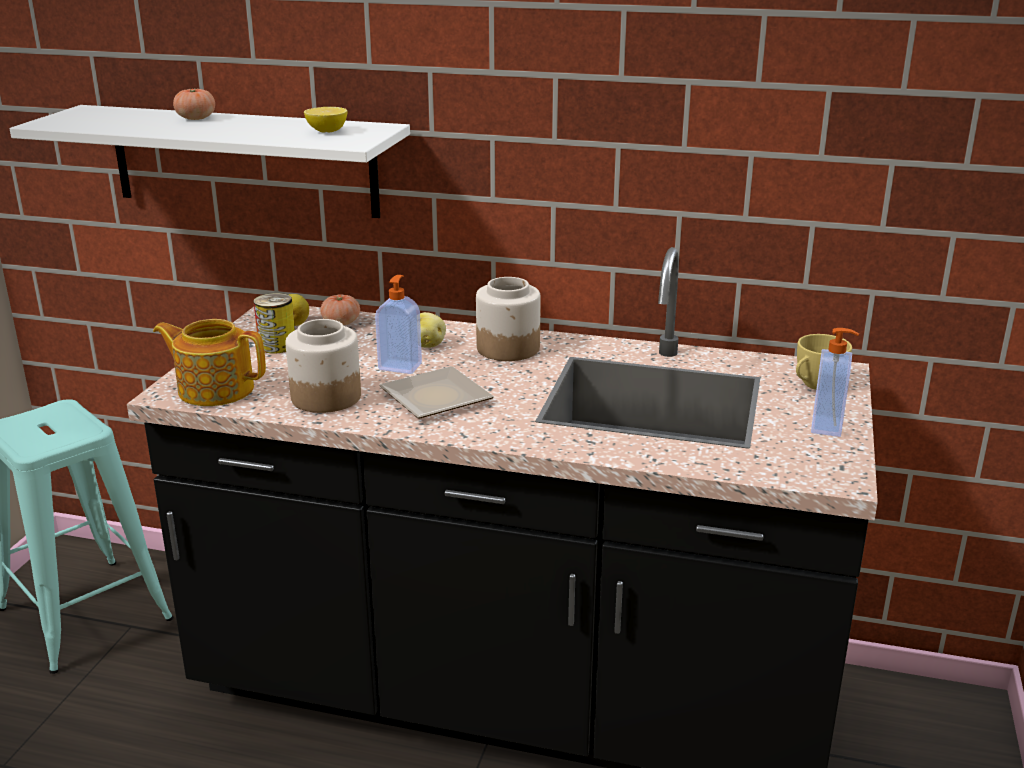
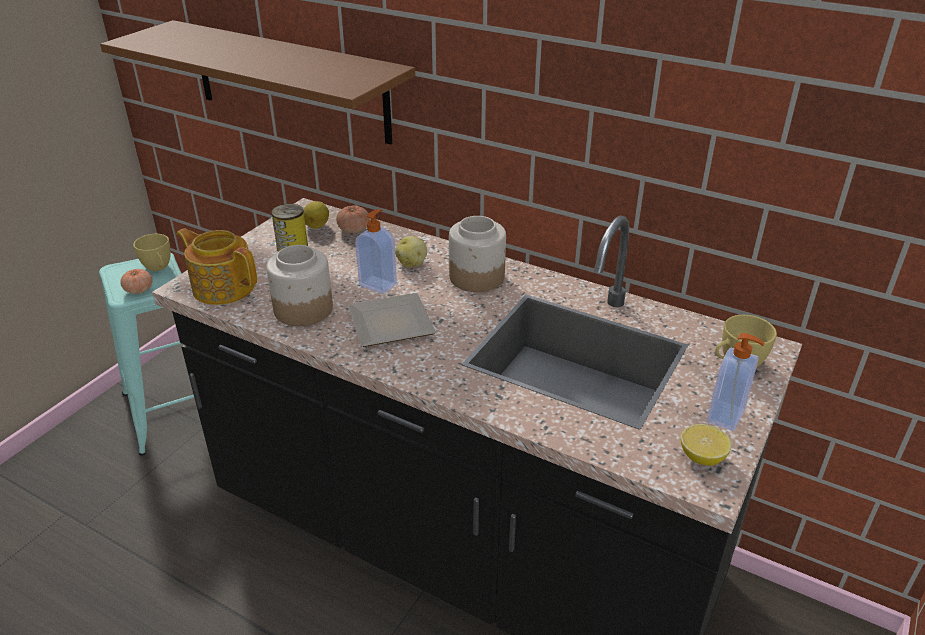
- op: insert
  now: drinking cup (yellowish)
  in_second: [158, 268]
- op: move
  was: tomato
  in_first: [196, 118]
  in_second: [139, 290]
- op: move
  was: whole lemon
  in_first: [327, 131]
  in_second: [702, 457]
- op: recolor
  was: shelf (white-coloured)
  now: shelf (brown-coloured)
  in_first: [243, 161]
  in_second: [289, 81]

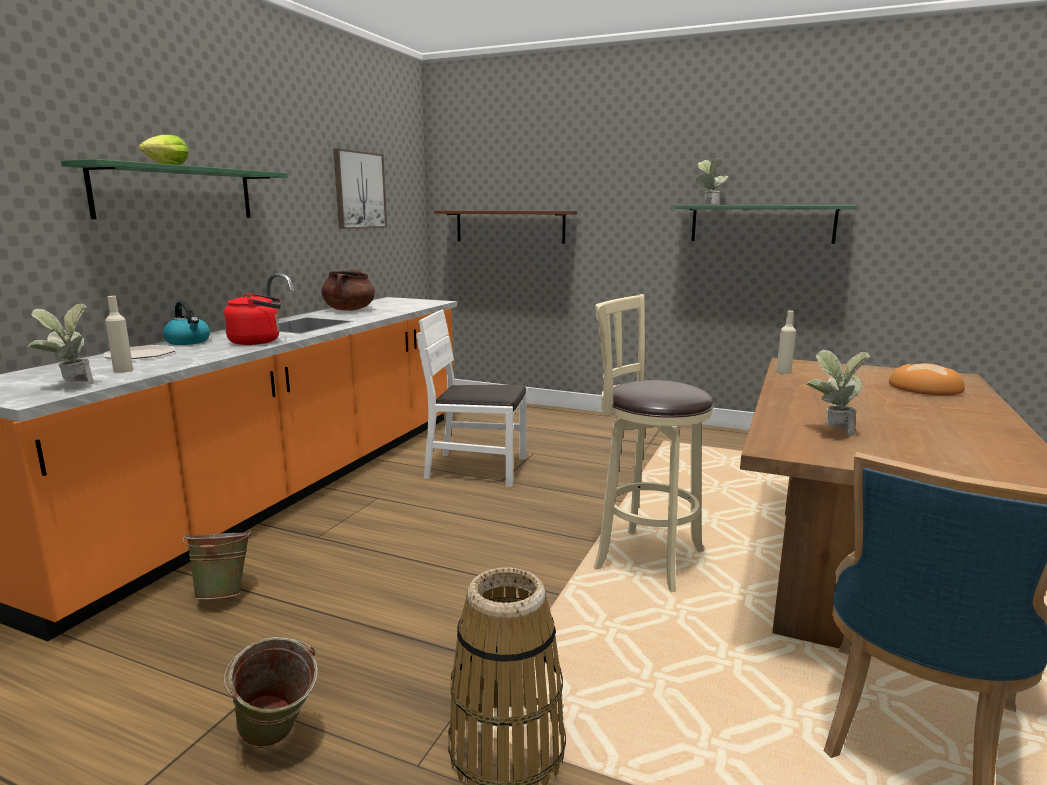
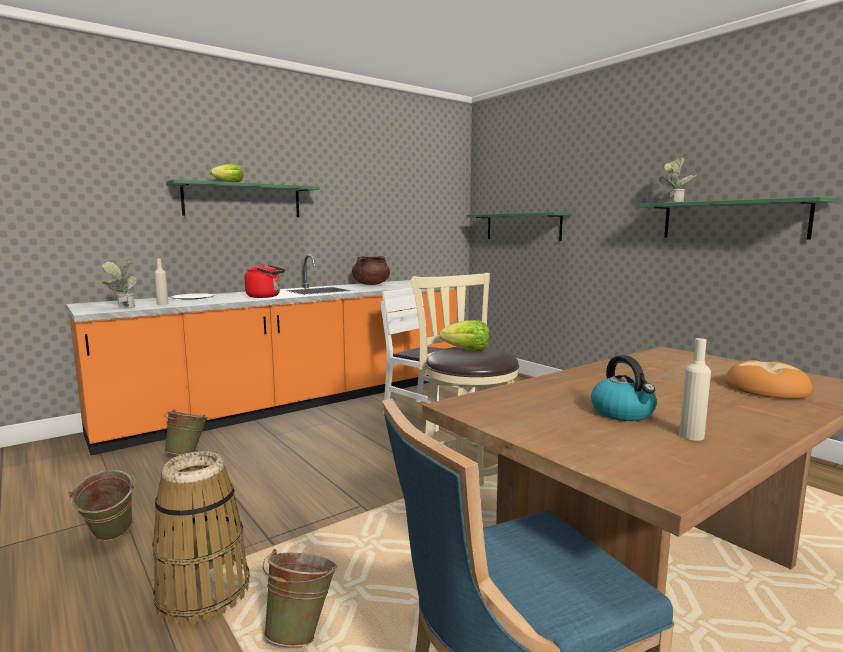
- op: delete
  was: picture
  in_first: [359, 190]
- op: delete
  was: potted plant
  in_first: [832, 431]
- op: insert
  now: pail (green-coloured)
  in_second: [301, 631]
- op: insert
  now: head of lettuce
  in_second: [467, 350]
- op: move
  was: tea kettle
  in_first: [188, 342]
  in_second: [623, 413]
- op: move
  was: drink bottle (sand-coloured)
  in_first: [783, 372]
  in_second: [691, 436]
- op: recolor
  was: shelf (brown-coloured)
  now: shelf (green-coloured)
  in_first: [509, 226]
  in_second: [522, 226]

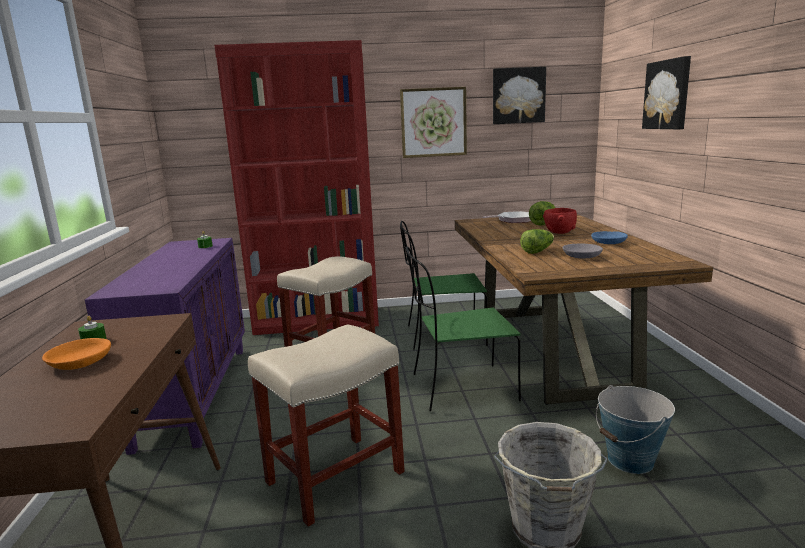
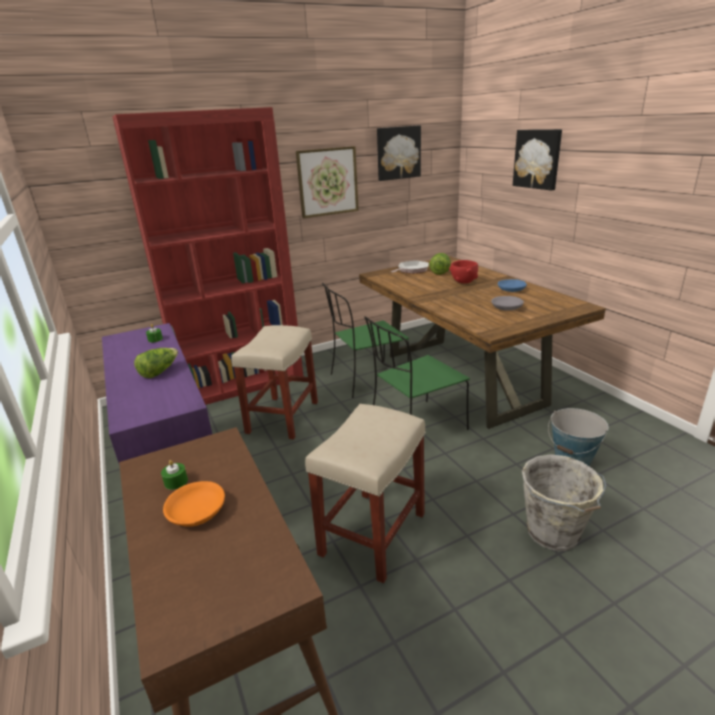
- op: move
  was: head of lettuce
  in_first: [537, 251]
  in_second: [159, 371]

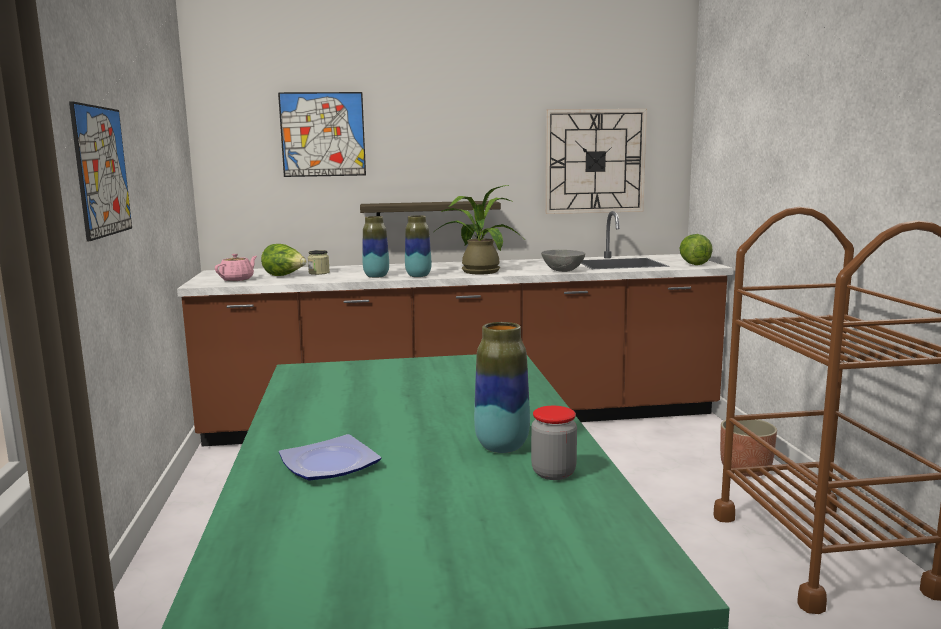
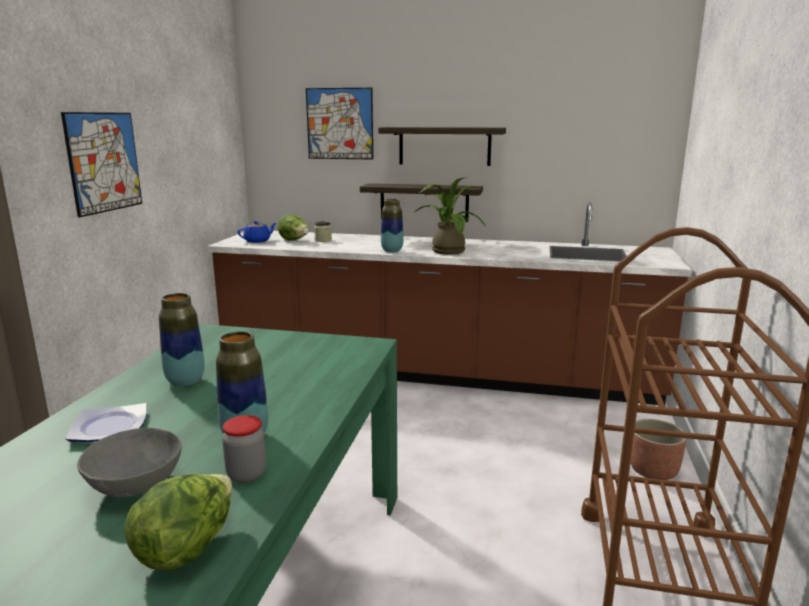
- op: delete
  was: clock on the wall
  in_first: [594, 161]
- op: insert
  now: shelf
  in_second: [444, 146]
- op: move
  was: flower vase
  in_first: [376, 276]
  in_second: [185, 381]
- op: move
  was: deep dish (gray)
  in_first: [563, 270]
  in_second: [136, 485]
- op: move
  was: head of lettuce
  in_first: [693, 264]
  in_second: [187, 547]
- op: recolor
  was: tea pot (pink)
  now: tea pot (bluish)
  in_first: [237, 279]
  in_second: [258, 241]

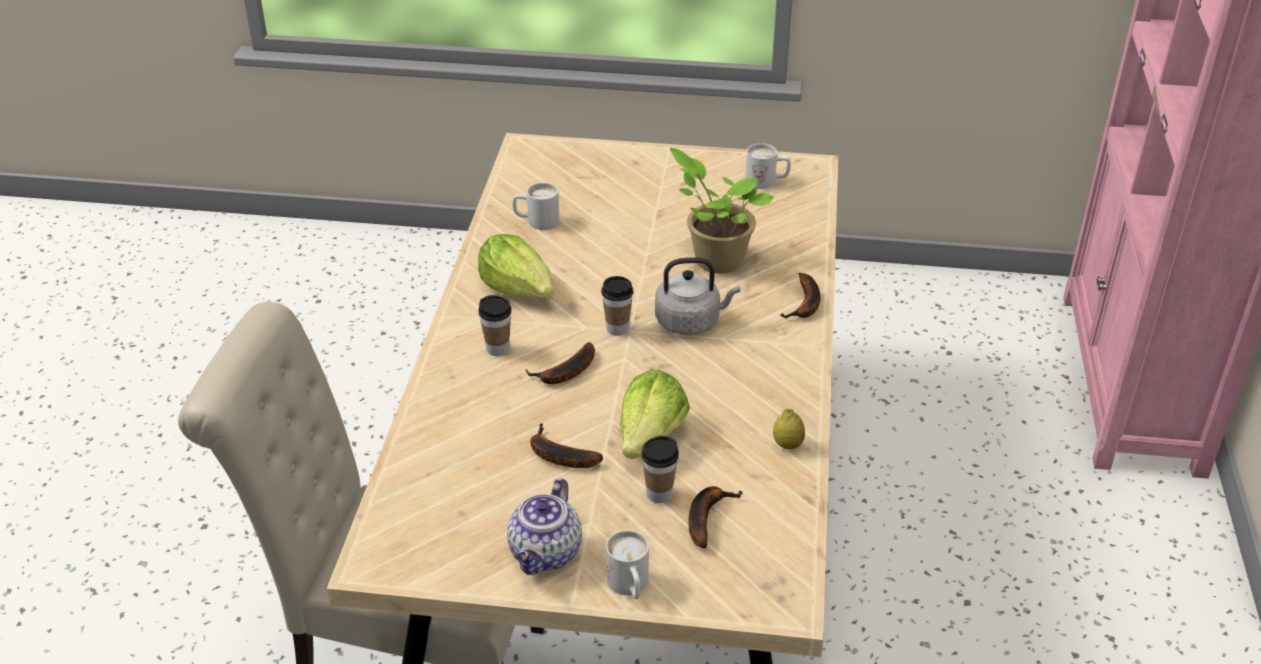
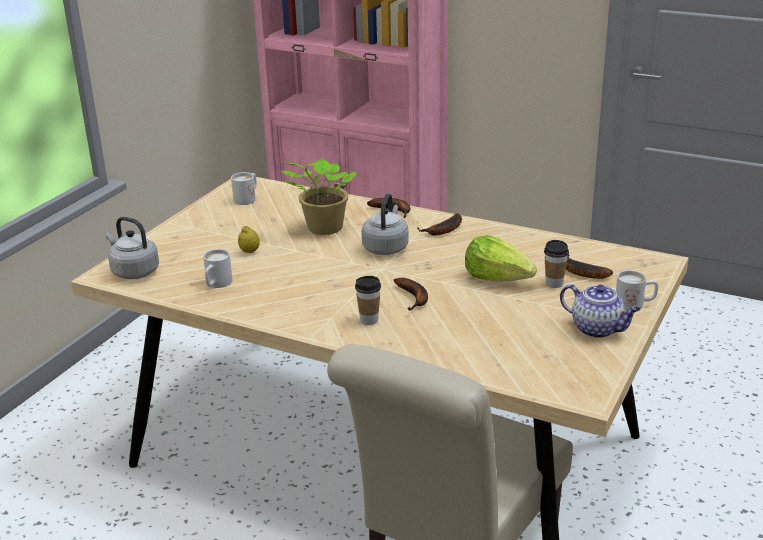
- op: delete
  was: head of lettuce
  in_first: [518, 289]
- op: delete
  was: drinking cup
  in_first: [617, 328]
- op: insert
  now: tea kettle (gray)
  in_second: [133, 271]
- op: move
  was: banana
  in_first: [558, 456]
  in_second: [444, 230]
- op: move
  was: whole lemon
  in_first: [787, 444]
  in_second: [249, 251]

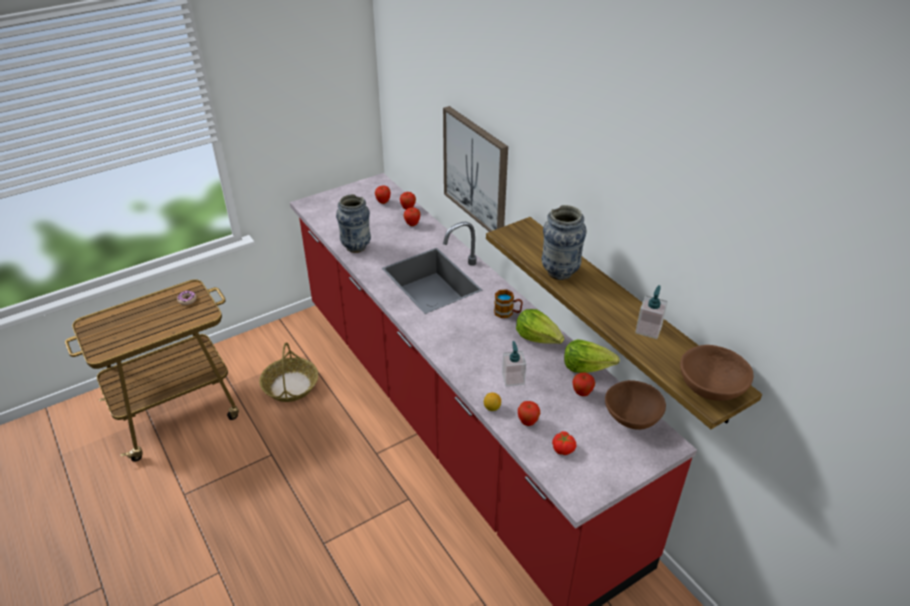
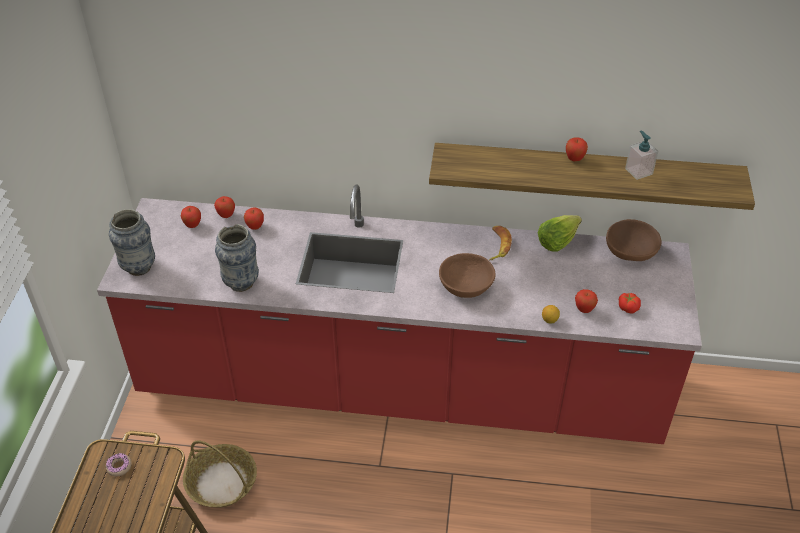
- op: delete
  was: picture
  in_first: [476, 171]
- op: delete
  was: coffee mug
  in_first: [507, 313]
- op: delete
  was: soap dispenser
  in_first: [513, 378]
- op: move
  was: flower vase
  in_first: [559, 272]
  in_second: [138, 267]
- op: move
  was: whole apple
  in_first: [582, 393]
  in_second: [574, 159]
- op: move
  was: deep dish (brown-coloured)
  in_first: [711, 387]
  in_second: [466, 286]
- op: replace
  was: head of lettuce
  now: banana
  in_first: [538, 337]
  in_second: [497, 245]

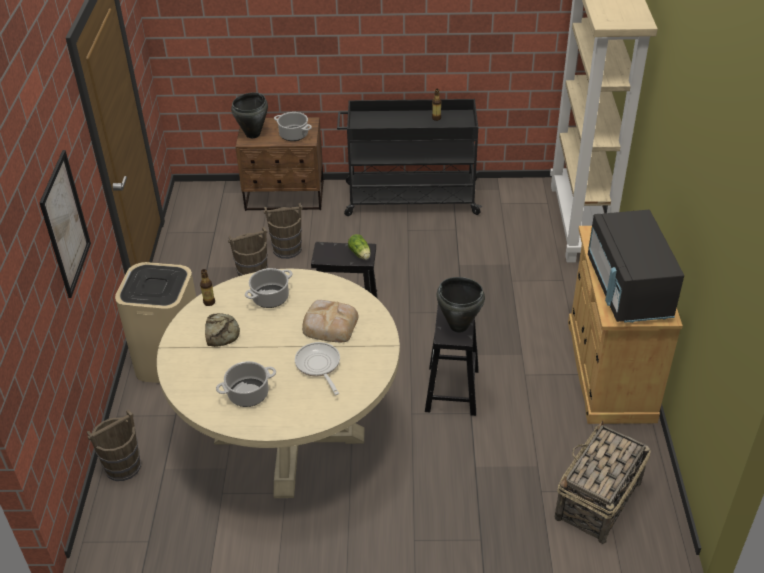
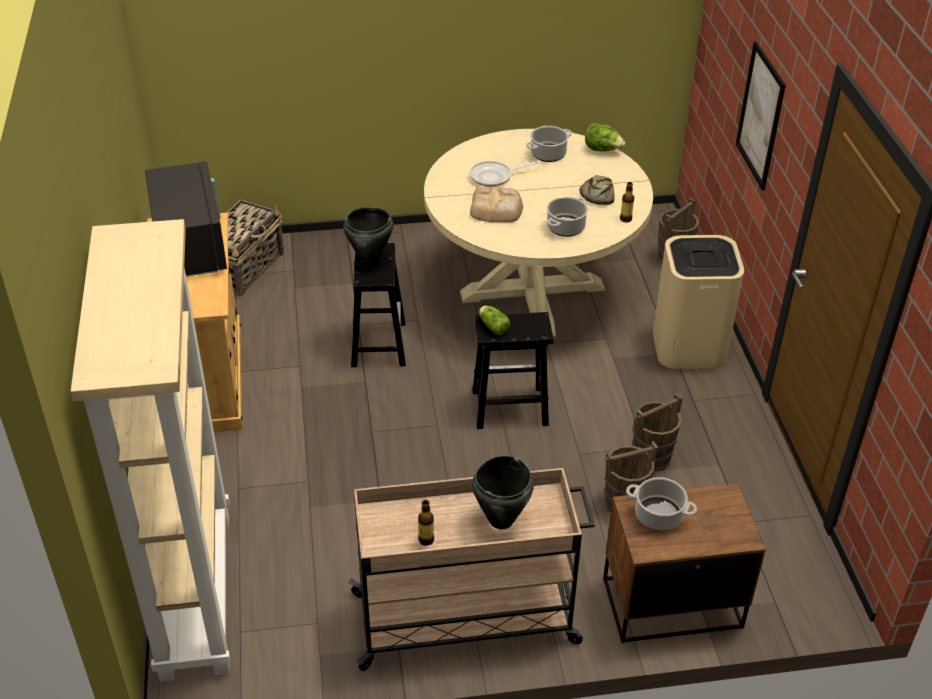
- op: insert
  now: head of lettuce
  in_second: [602, 150]
- op: move
  was: cooking pot (black)
  in_first: [253, 134]
  in_second: [500, 520]
- op: recolor
  was: cart (black)
  now: cart (sand-coloured)
  in_first: [410, 198]
  in_second: [467, 618]
- op: rotate
  was: frying pan
  in_first: [319, 366]
  in_second: [494, 177]
  clockwise: 105

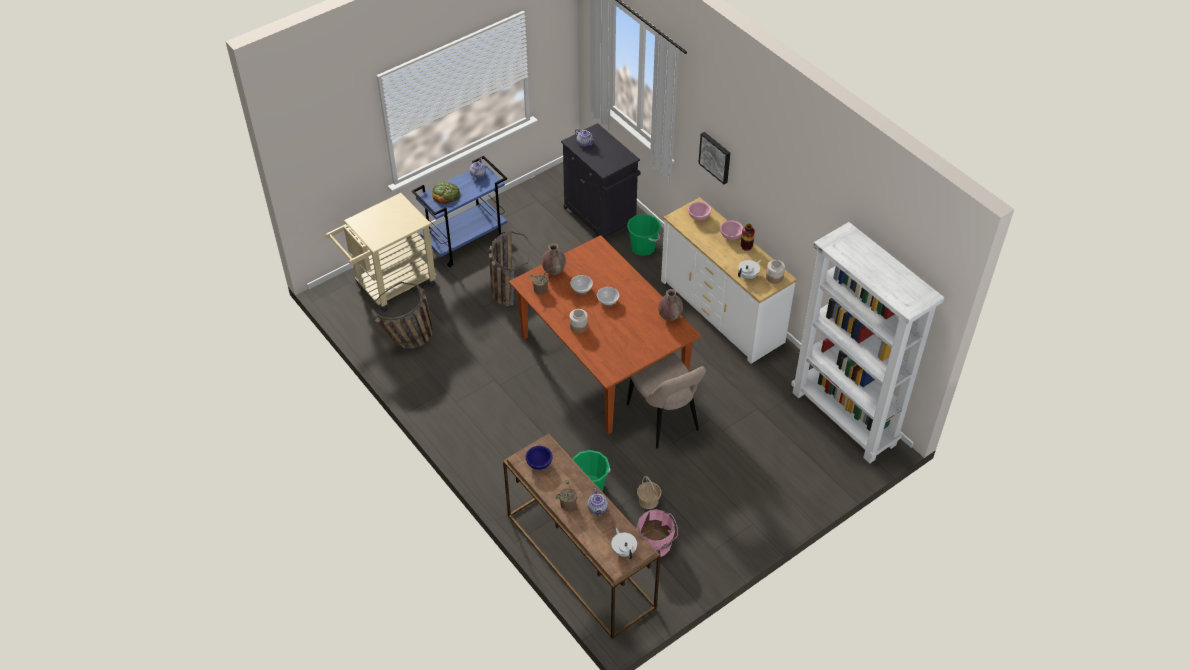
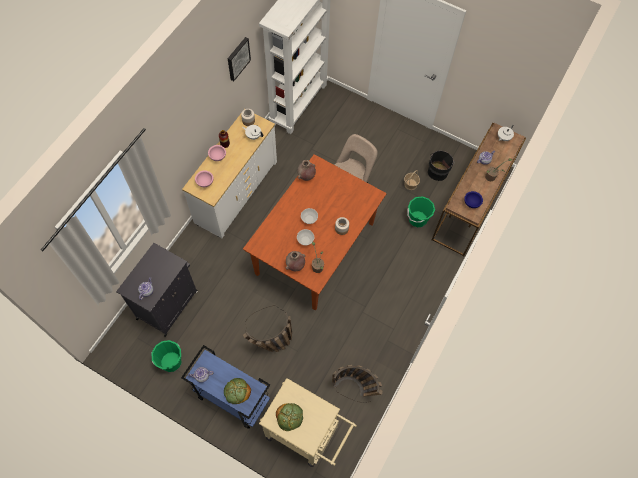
- op: insert
  now: bread
  in_second: [289, 417]
- op: move
  was: pail (green-coloured)
  in_first: [643, 247]
  in_second: [171, 362]
- op: move
  was: picture
  in_first: [715, 157]
  in_second: [237, 58]
- op: recolor
  was: pail (pink)
  now: pail (black)
  in_first: [655, 545]
  in_second: [438, 171]

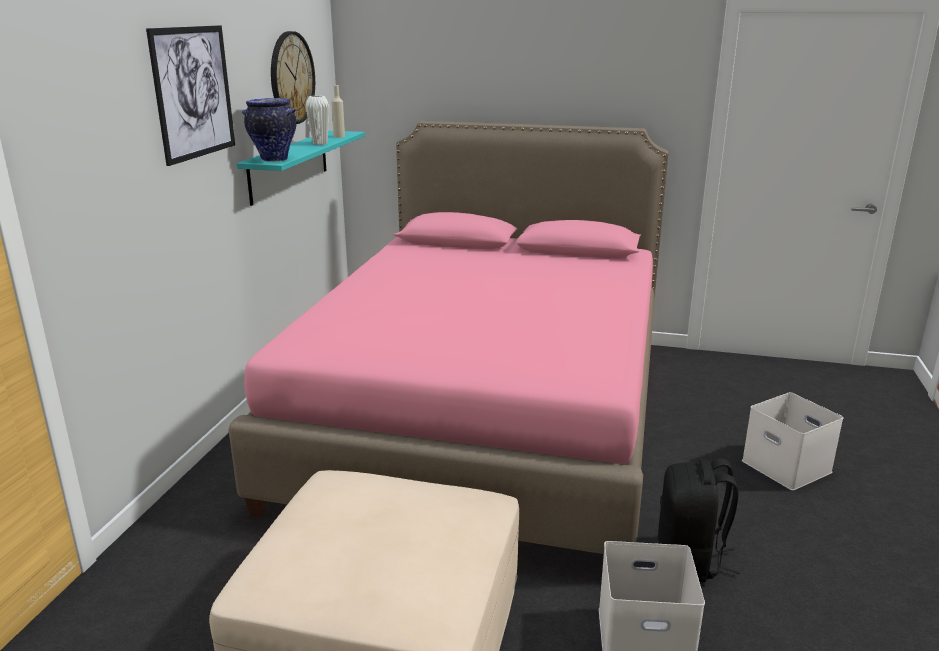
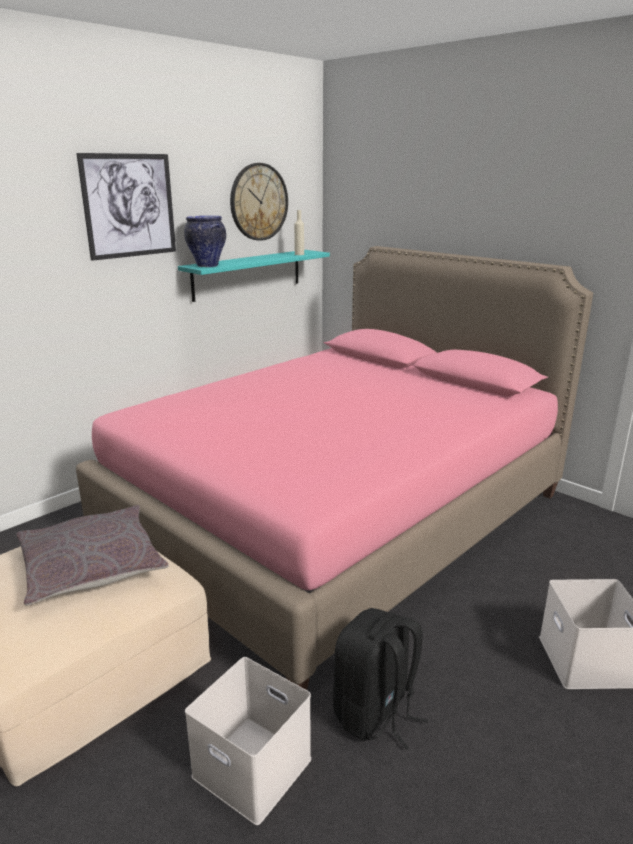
- op: delete
  was: flower vase (white-coloured)
  in_first: [320, 143]
- op: insert
  now: throw pillow (gray)
  in_second: [91, 565]

